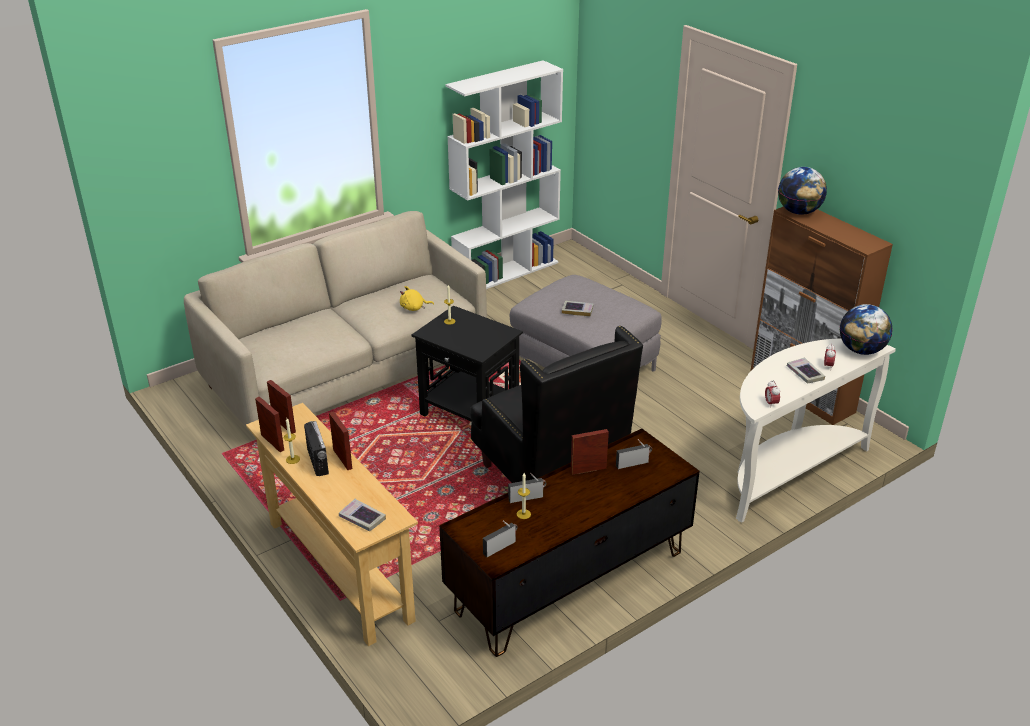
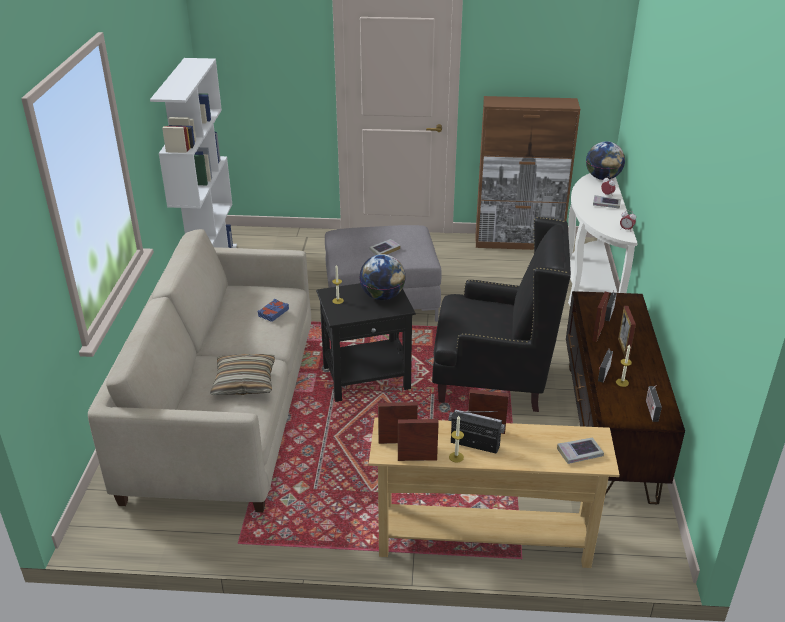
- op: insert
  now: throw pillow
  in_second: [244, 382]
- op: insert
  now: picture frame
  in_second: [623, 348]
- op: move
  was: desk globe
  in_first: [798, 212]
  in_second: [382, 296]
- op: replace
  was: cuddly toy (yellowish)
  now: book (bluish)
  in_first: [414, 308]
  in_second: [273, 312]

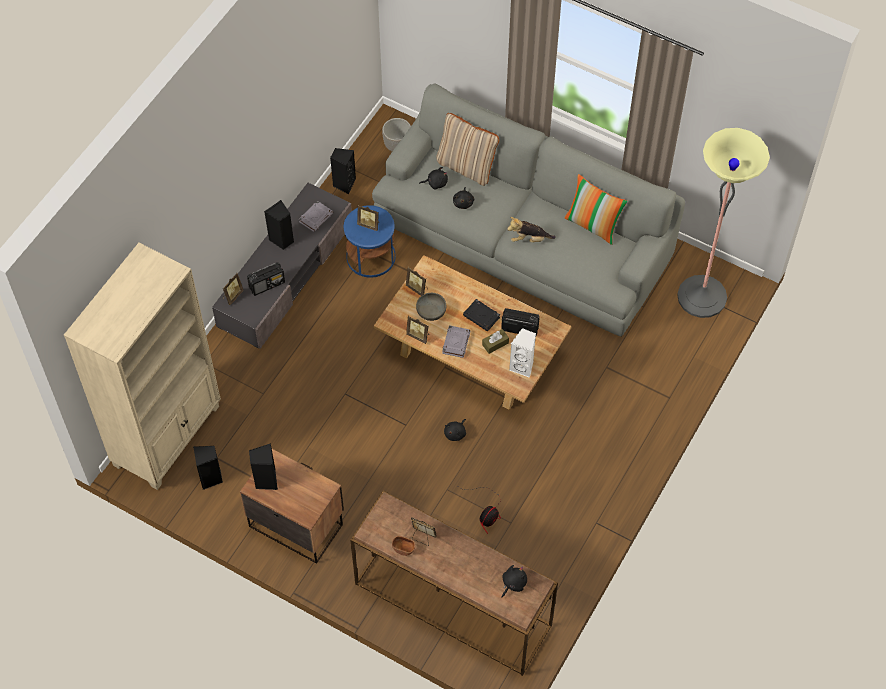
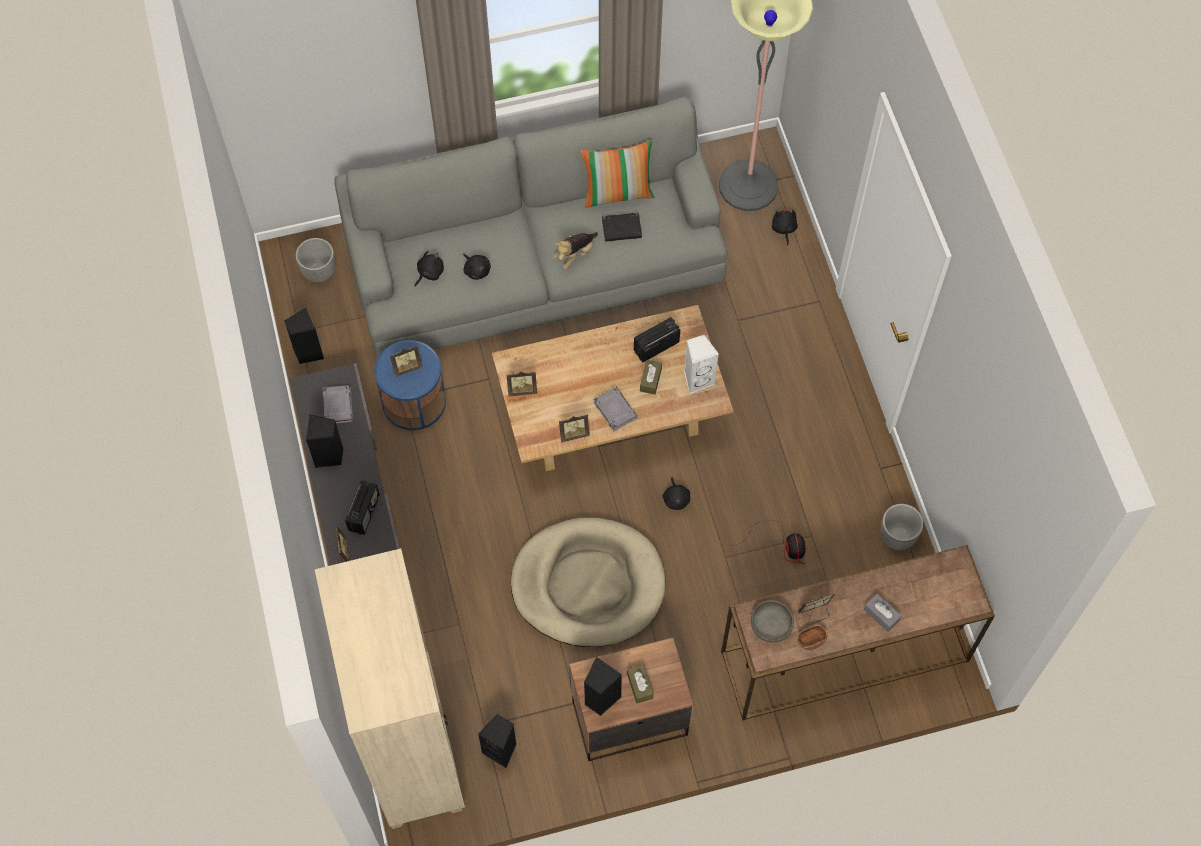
- op: delete
  was: throw pillow (sand-coloured)
  in_first: [466, 166]
- op: insert
  now: dog bed (sand-coloured)
  in_second: [588, 585]
- op: insert
  now: tissue holder (brown-coloured)
  in_second: [639, 686]
- op: insert
  now: tissue holder (gray)
  in_second: [881, 615]
- op: insert
  now: plant pot
  in_second: [897, 537]
- op: move
  was: deep dish (gray)
  in_first: [431, 311]
  in_second: [770, 626]
- op: move
  was: book (black)
  in_first: [482, 317]
  in_second: [622, 229]
- op: move
  was: cuddly toy (black)
  in_first: [513, 583]
  in_second: [783, 229]

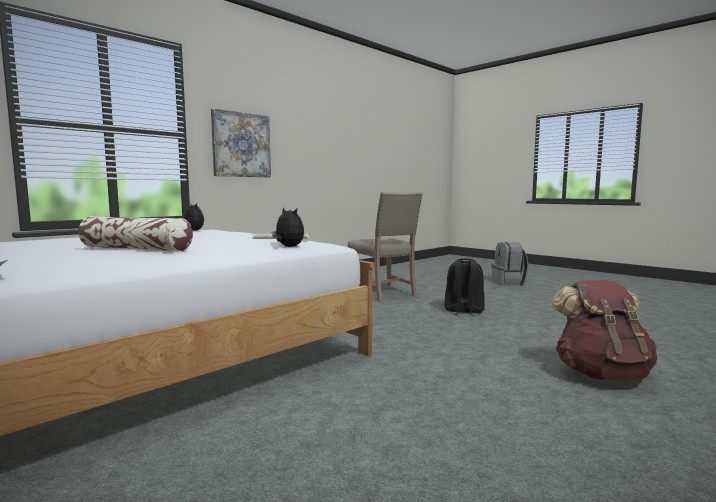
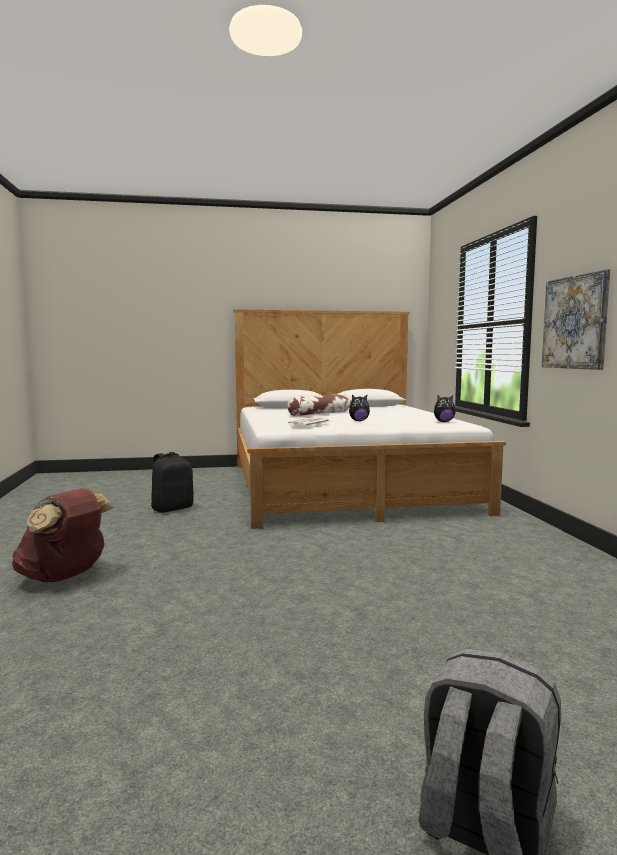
- op: delete
  was: chair (sand-coloured)
  in_first: [384, 293]
- op: move
  was: cuddly toy
  in_first: [288, 247]
  in_second: [358, 421]
- op: move
  was: rucksack (black)
  in_first: [463, 311]
  in_second: [172, 508]

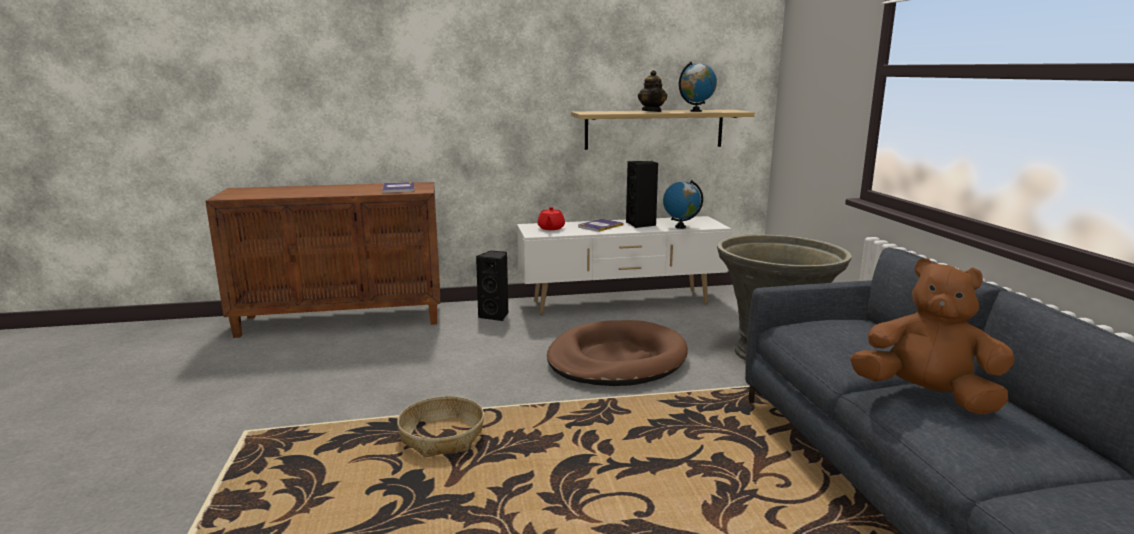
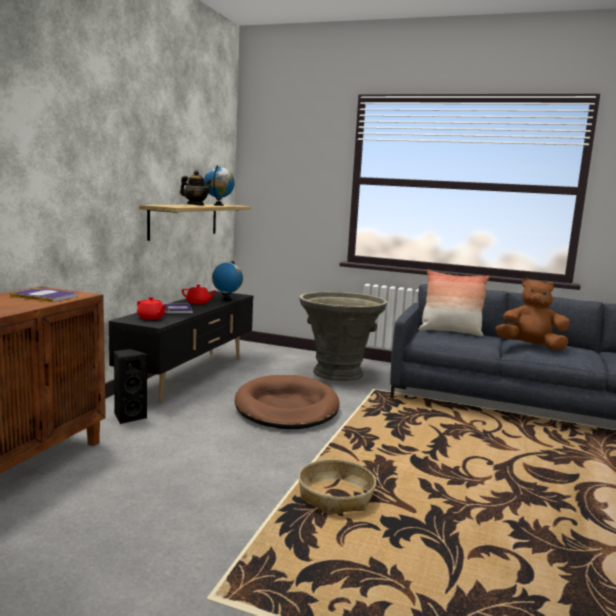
- op: insert
  now: throw pillow
  in_second: [450, 332]
- op: replace
  was: loudspeaker (black)
  now: tea pot (reddish)
  in_first: [641, 224]
  in_second: [198, 303]
- op: recolor
  was: tv stand (white-coloured)
  now: tv stand (black)
  in_first: [621, 302]
  in_second: [190, 375]
- op: rotate
  was: cuddly toy (brown-coloured)
  in_first: [926, 396]
  in_second: [530, 346]
  clockwise: 45

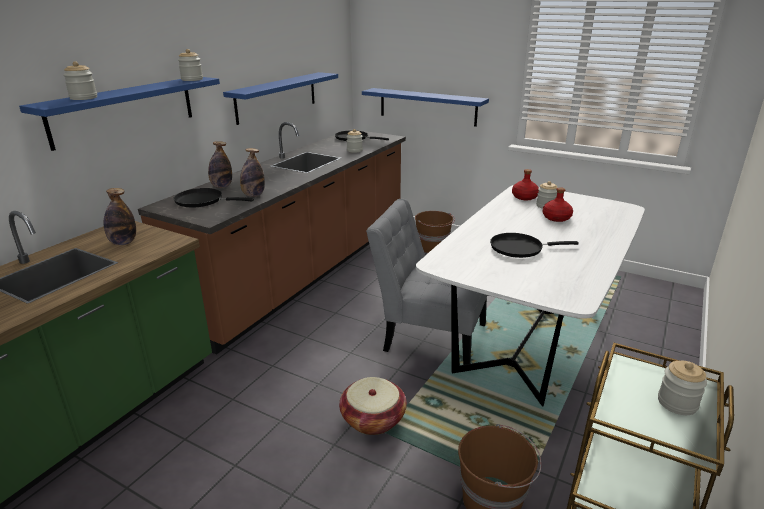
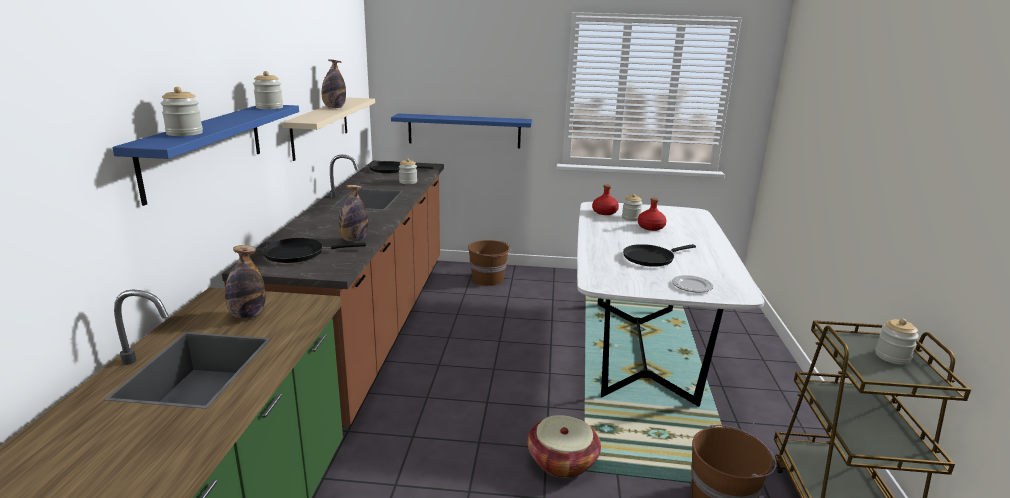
- op: delete
  was: chair (gray)
  in_first: [429, 335]
- op: insert
  now: flat dish
  in_second: [691, 286]
- op: move
  was: drink bottle
  in_first: [221, 186]
  in_second: [334, 107]
- op: recolor
  was: shelf (bluish)
  now: shelf (sand-coloured)
  in_first: [277, 97]
  in_second: [320, 126]

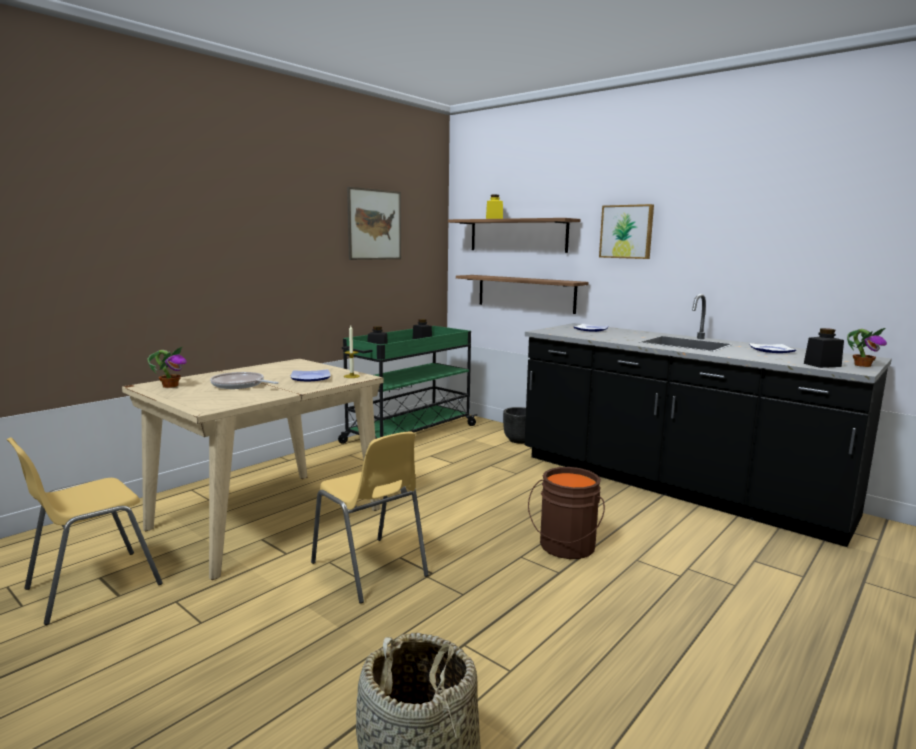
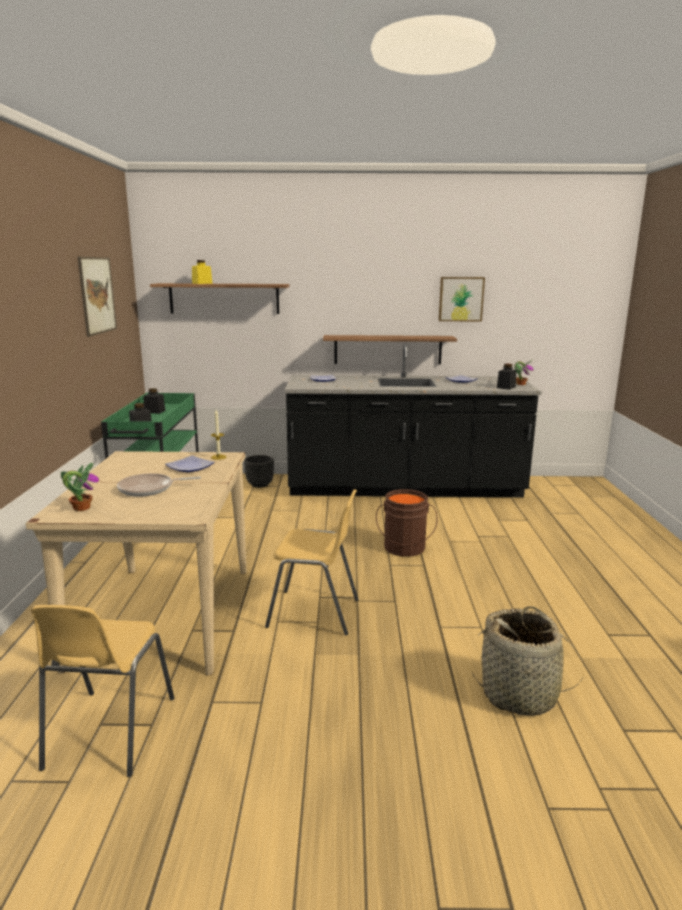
- op: move
  was: shelf
  in_first: [525, 293]
  in_second: [387, 349]
- op: move
  was: picture
  in_first: [627, 231]
  in_second: [460, 299]

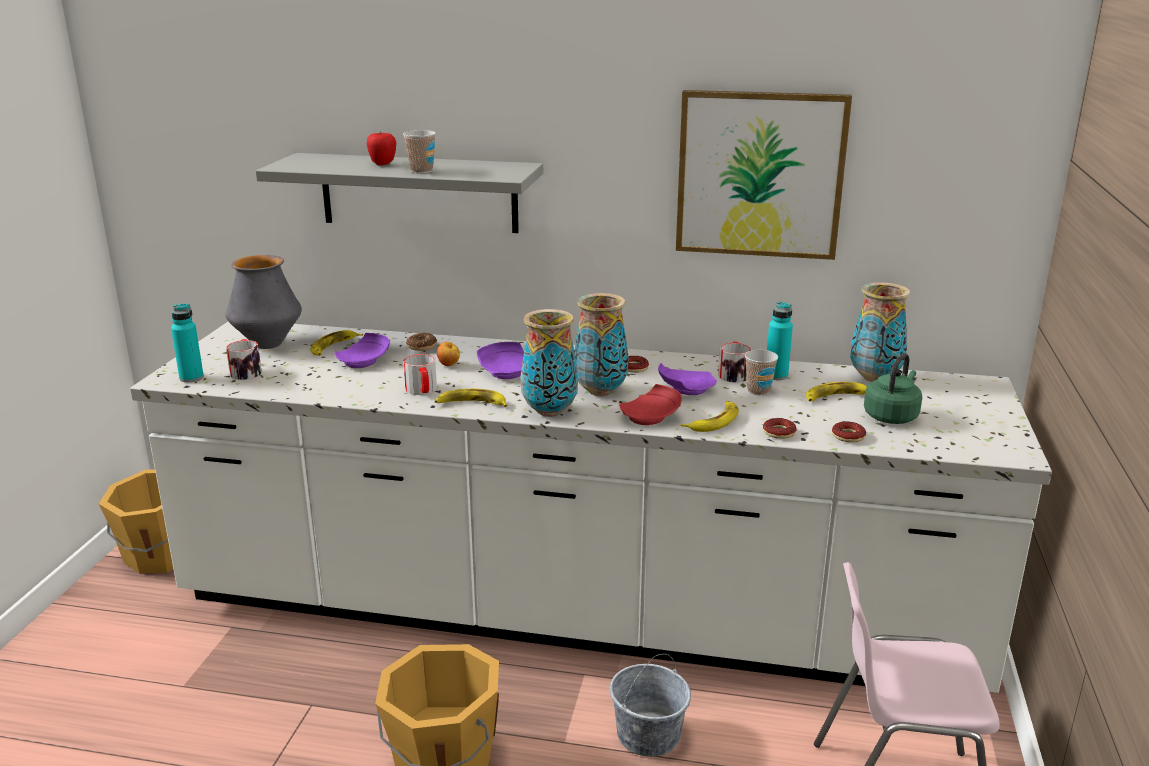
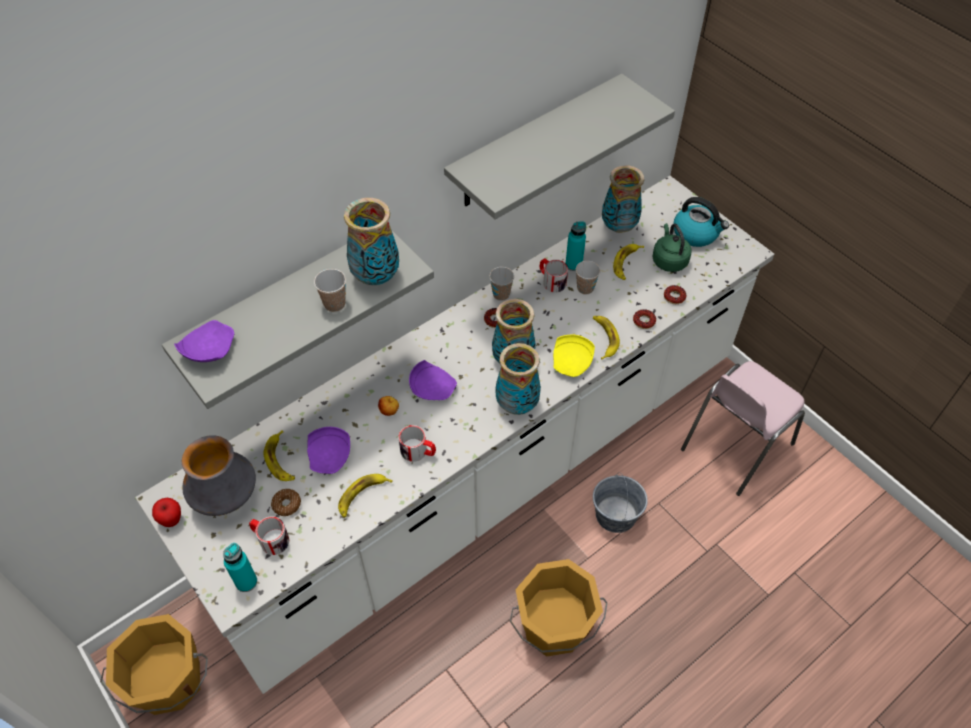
- op: insert
  now: flower vase
  in_second: [375, 277]
- op: insert
  now: drinking cup
  in_second: [501, 294]
- op: insert
  now: tea kettle
  in_second: [696, 233]
- op: move
  was: whole apple
  in_first: [383, 164]
  in_second: [171, 520]
- op: move
  was: doughnut
  in_first: [422, 346]
  in_second: [287, 504]
- op: move
  was: banana
  in_first: [471, 404]
  in_second: [362, 496]
- op: move
  was: flat dish (purple)
  in_first: [685, 389]
  in_second: [208, 350]
- op: replace
  was: picture
  now: shelf (gray)
  in_first: [760, 174]
  in_second: [535, 143]
- op: recolor
  was: flat dish (reddish)
  now: flat dish (yellowish)
  in_first: [651, 417]
  in_second: [572, 362]

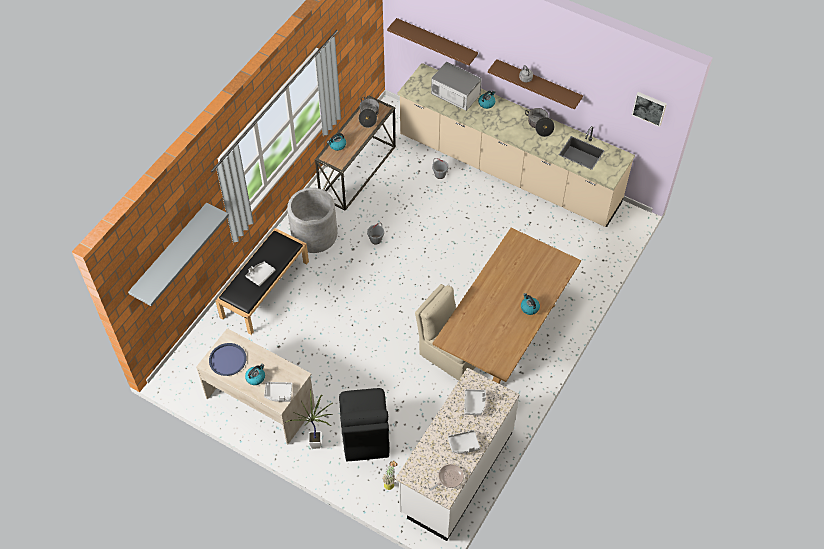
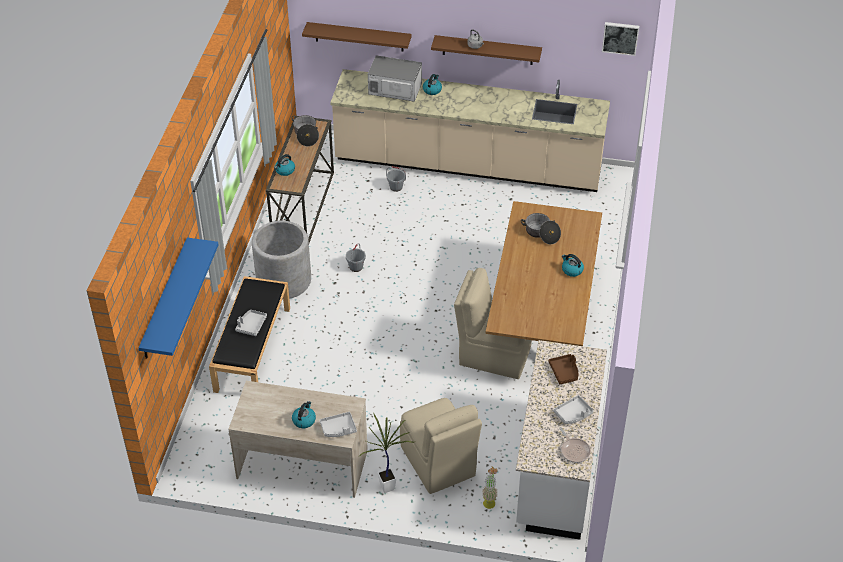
- op: delete
  was: tray (bluish)
  in_first: [227, 360]
- op: move
  was: cooking pot
  in_first: [539, 125]
  in_second: [541, 233]
- op: recolor
  was: shelf (gray)
  now: shelf (bluish)
  in_first: [170, 252]
  in_second: [165, 299]
- op: recolor
  was: chair (black)
  now: chair (sand-coloured)
  in_first: [365, 436]
  in_second: [438, 463]
- op: recolor
  was: tray (gray)
  now: tray (brown-coloured)
  in_first: [474, 404]
  in_second: [564, 372]
- op: rotate
  was: frying pan
  in_first: [449, 478]
  in_second: [574, 450]
  clockwise: 120

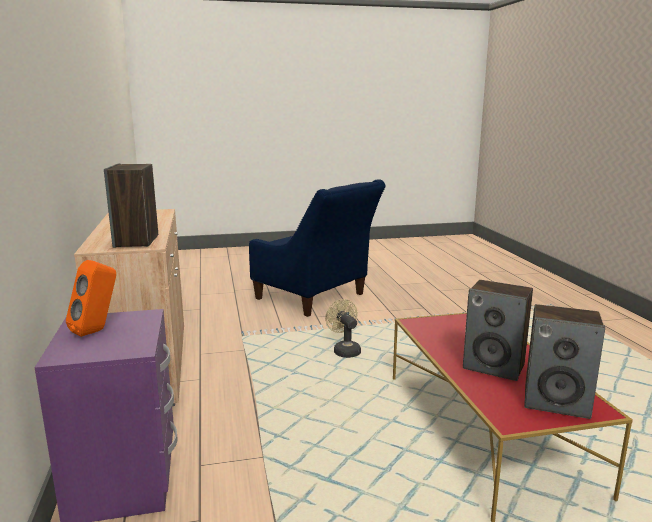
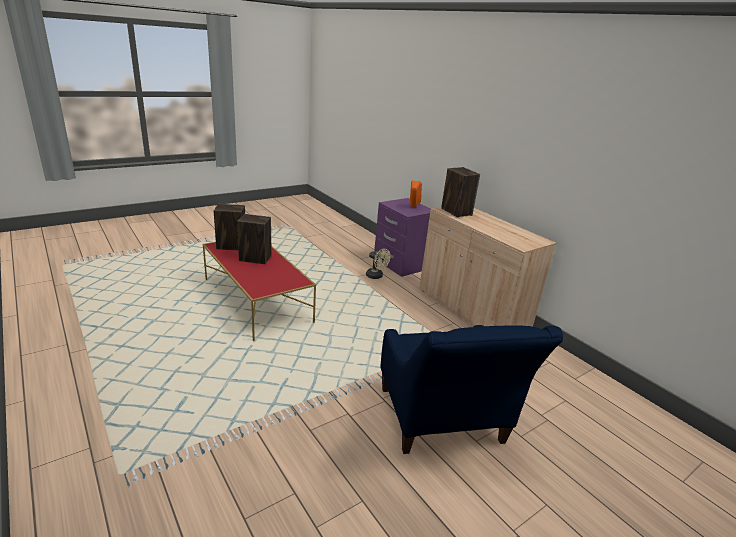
- op: move
  was: cooling fan (sand-coloured)
  in_first: [344, 350]
  in_second: [376, 276]
- op: rotate
  was: armchair (bluish)
  in_first: [316, 298]
  in_second: [443, 422]
  clockwise: -120

